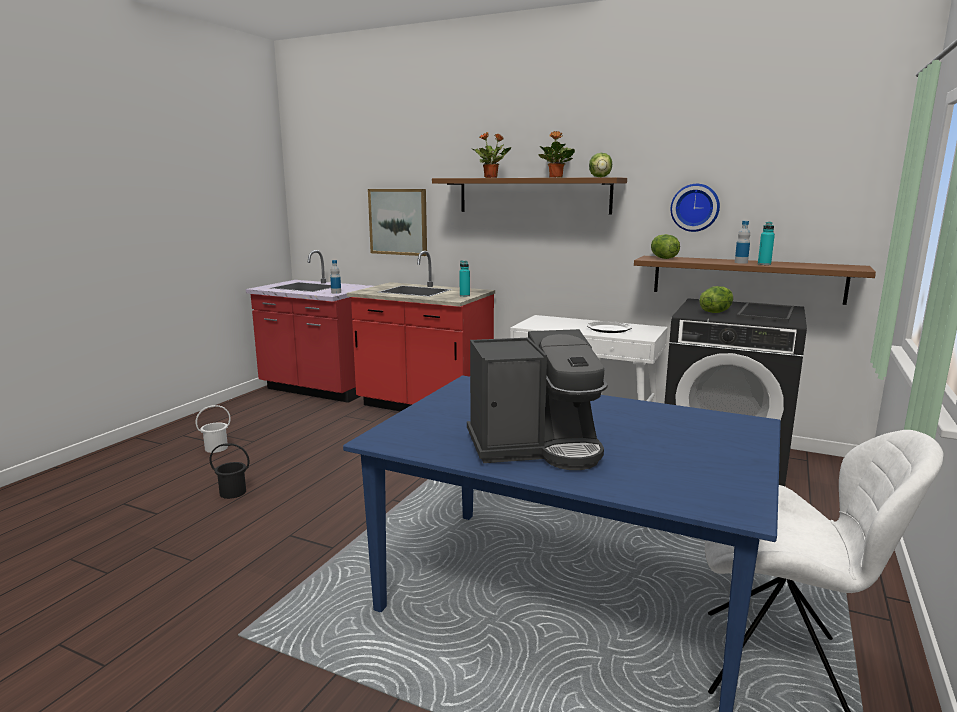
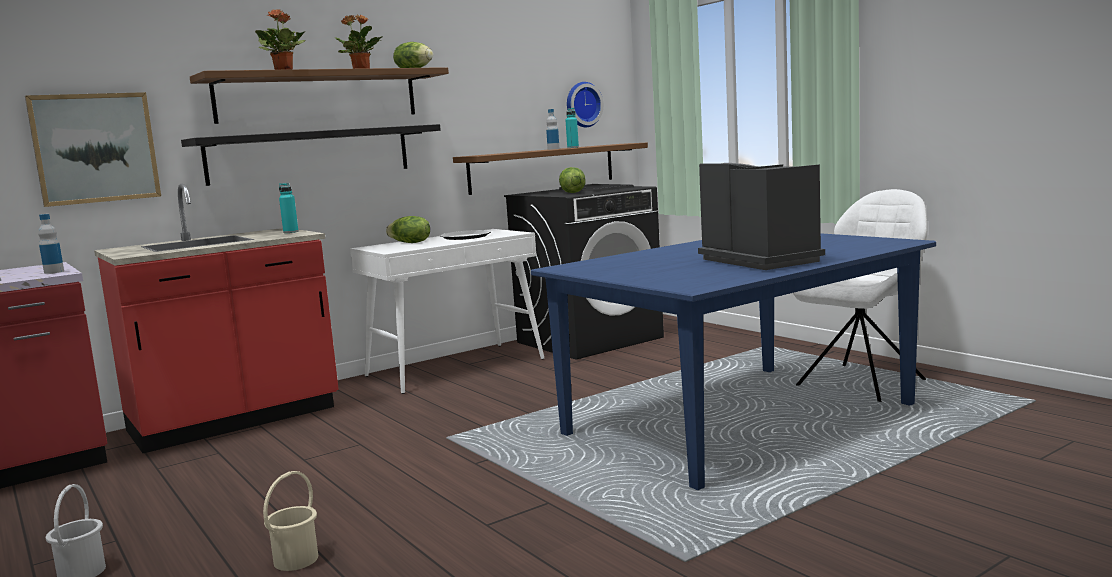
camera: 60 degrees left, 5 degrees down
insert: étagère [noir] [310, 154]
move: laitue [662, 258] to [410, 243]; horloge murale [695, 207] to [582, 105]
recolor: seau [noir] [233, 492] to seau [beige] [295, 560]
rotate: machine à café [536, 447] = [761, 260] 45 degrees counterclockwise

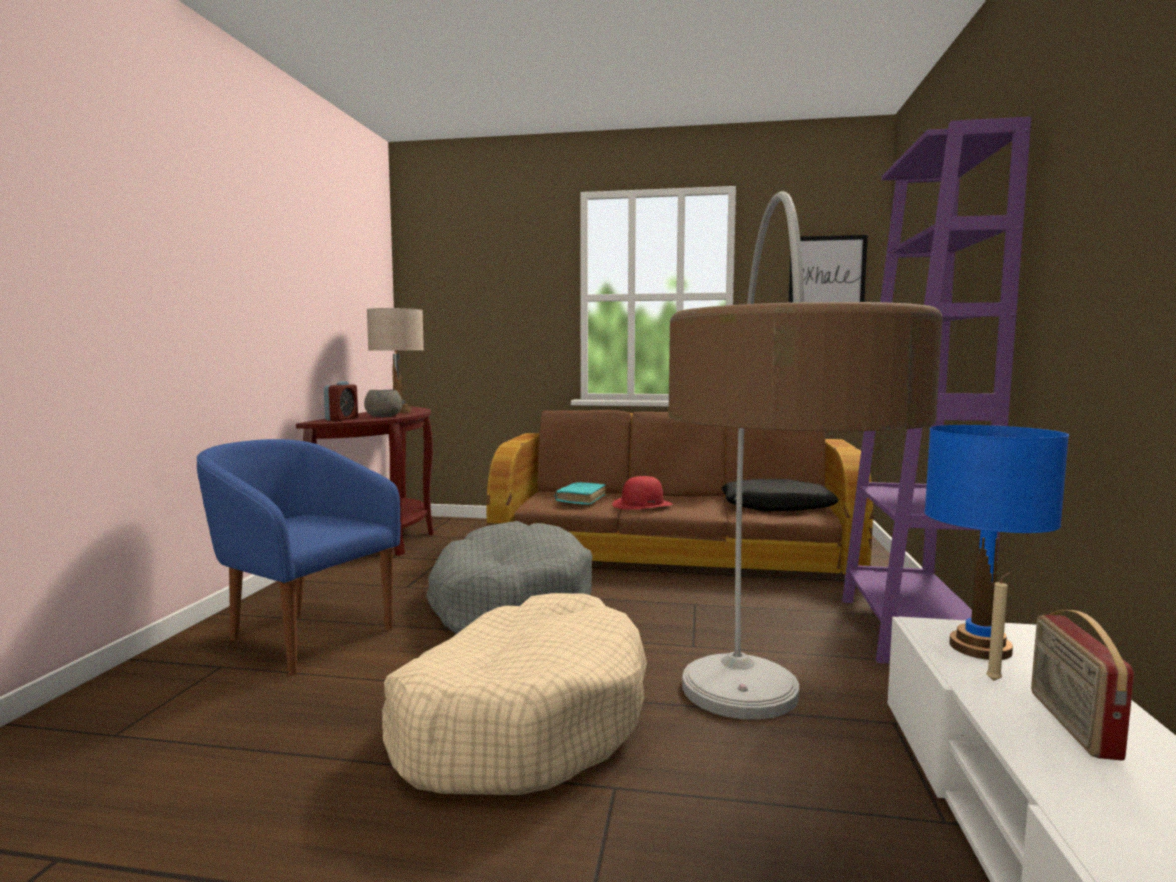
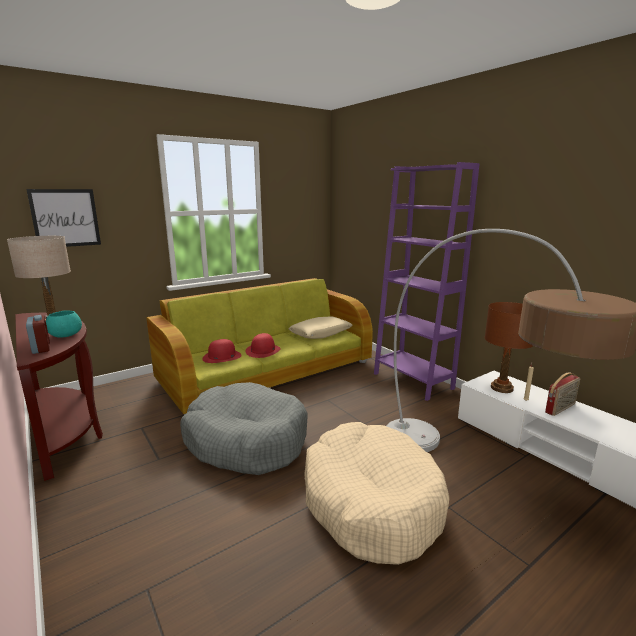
camera: 45 degrees left, 10 degrees up
delete: fauteuil [bleu] [302, 637]
move: tableau [827, 273] to [65, 218]
replace: livre [turquoise] [581, 499] to chapeau [rouge] [222, 357]
recolor: bol [gris] [383, 416] to bol [turquoise] [65, 335]; canapé [marron] [674, 552] to canapé [vert] [268, 371]; coussin [noir] [776, 507] to coussin [beige] [320, 333]; lampe de table [bleu] [980, 648] to lampe de table [marron] [501, 388]
rotate: radio [1071, 724] = [560, 408] 90 degrees counterclockwise

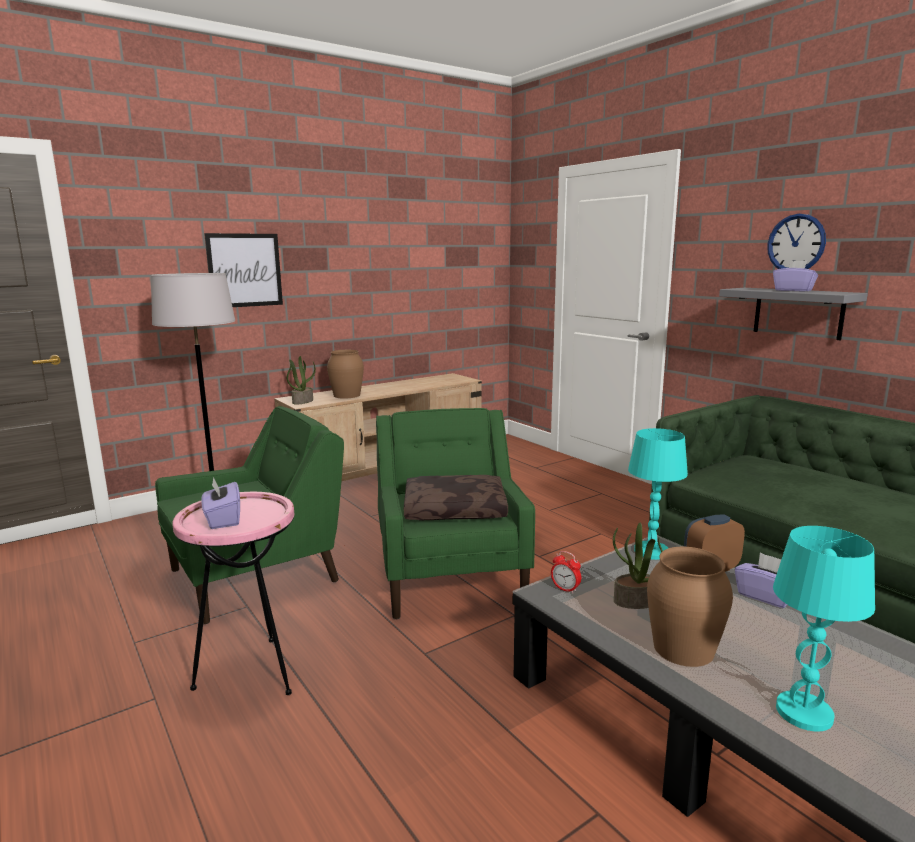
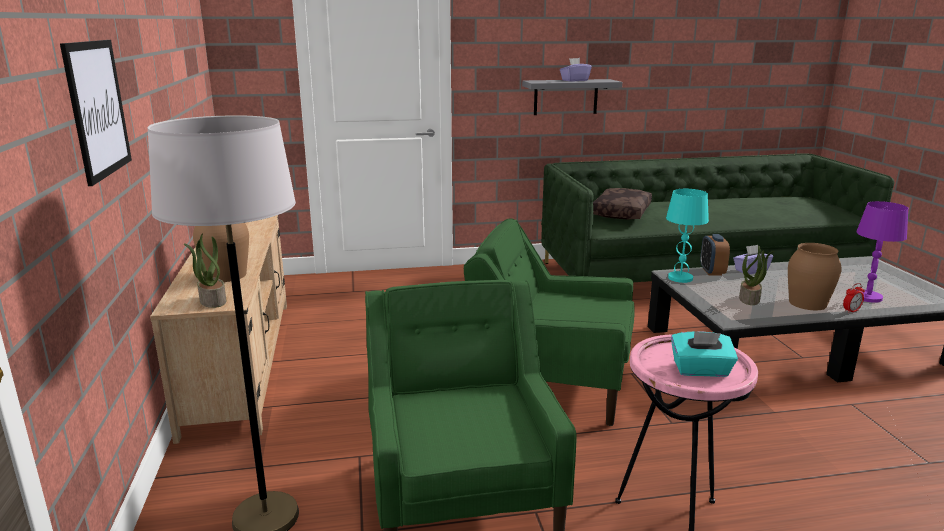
camera: 65 degrees left, 5 degrees up
delete: horloge murale [796, 243]
move: coussin [marron] [455, 509] to [620, 212]; réveil [565, 589] to [851, 311]
recolor: boîte à mouchoirs [violet] [223, 519] to boîte à mouchoirs [turquoise] [701, 370]; lampe de table [turquoise] [804, 713] to lampe de table [violet] [867, 297]

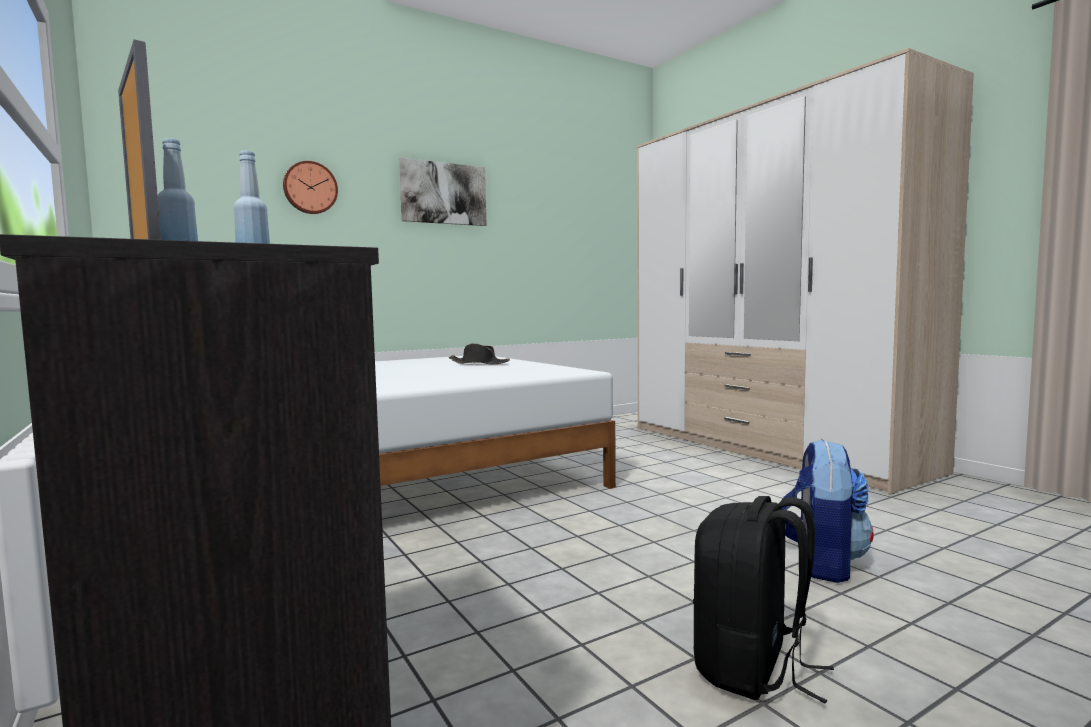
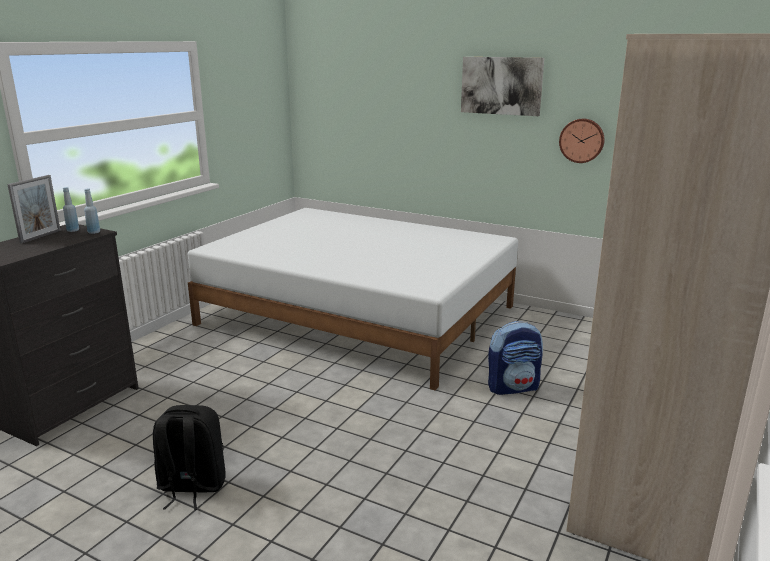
camera: 60 degrees right, 15 degrees up
delete: chapeau [noir] [479, 363]
move: sac à dos [821, 563] to [513, 387]; horloge murale [310, 188] to [582, 140]

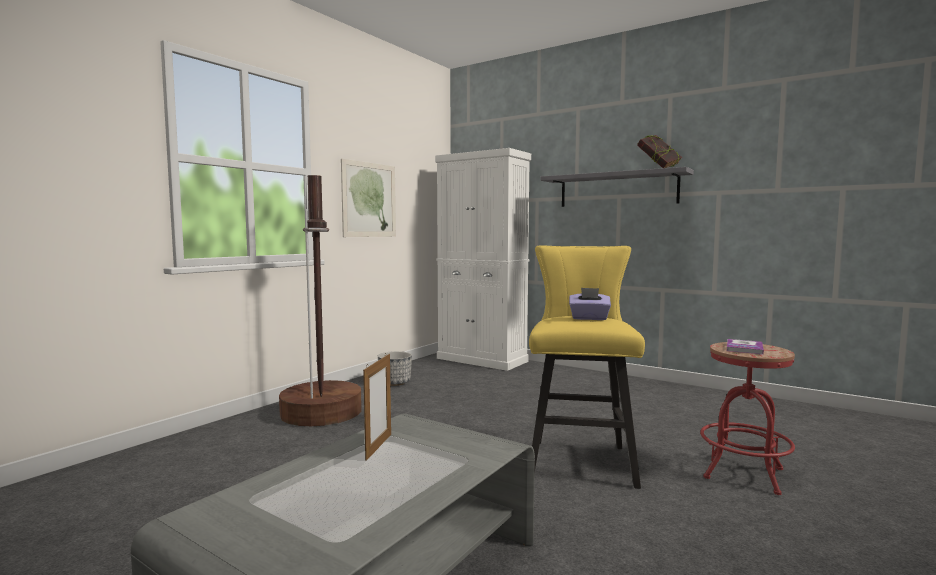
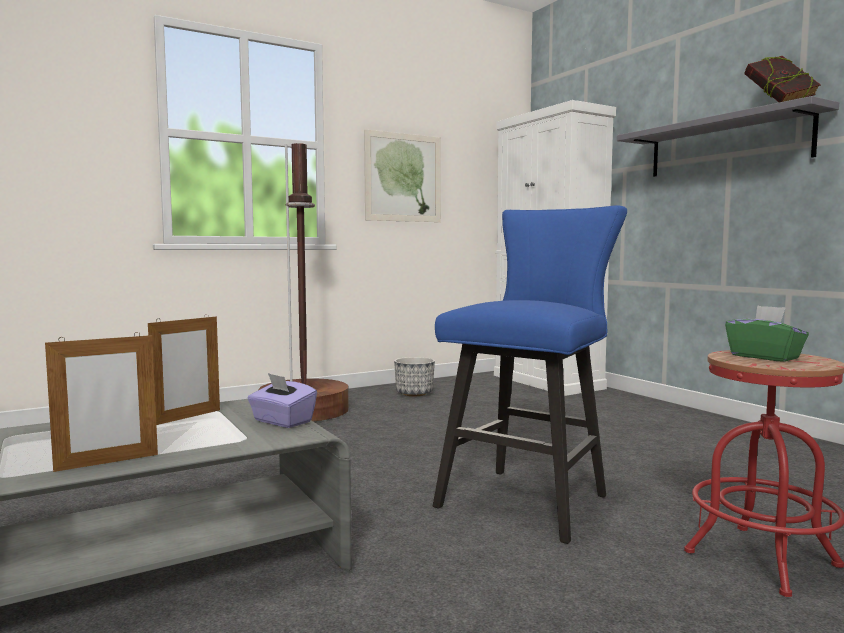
camera: 25 degrees right, 0 degrees up
insert: cadre photo [107, 462]
move: boîte à mouchoirs [violet] [589, 318] to [282, 421]
replace: livre [744, 348] to boîte à mouchoirs [vert] [764, 357]
recolor: tabouret [jaune] [580, 459] to tabouret [bleu] [530, 498]

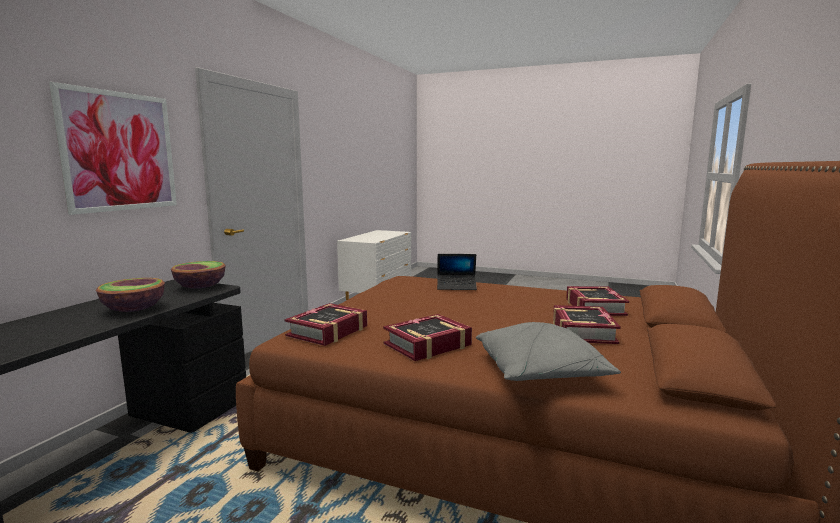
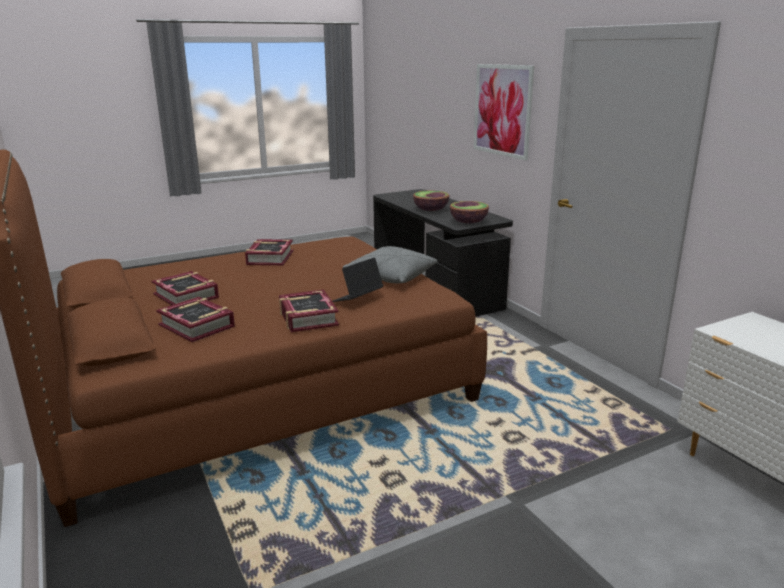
camera: 130 degrees right, 10 degrees up
move: livre [328, 331] to [307, 317]; coussin [gris] [541, 373] to [390, 277]

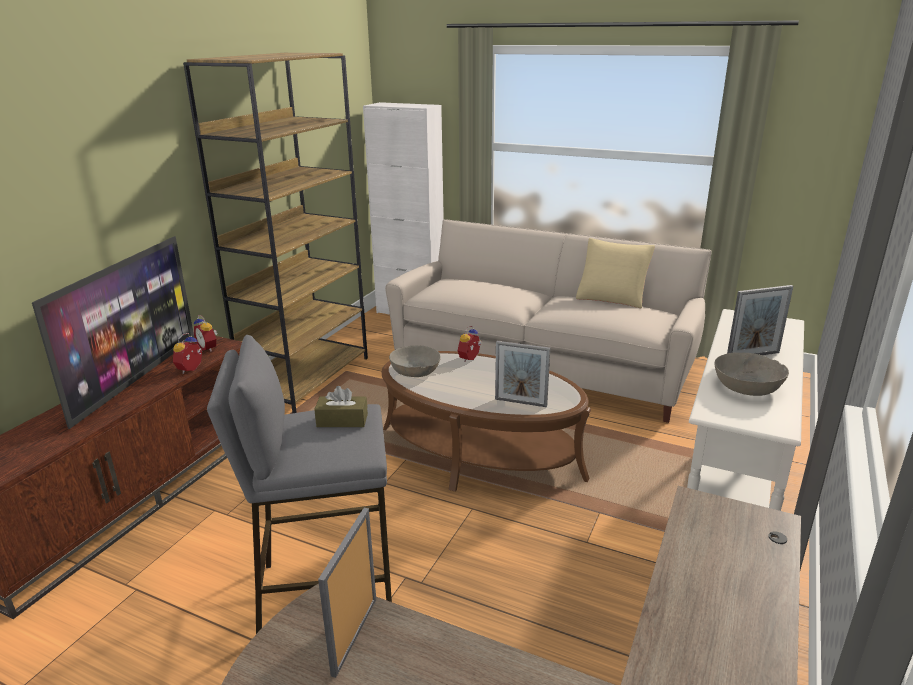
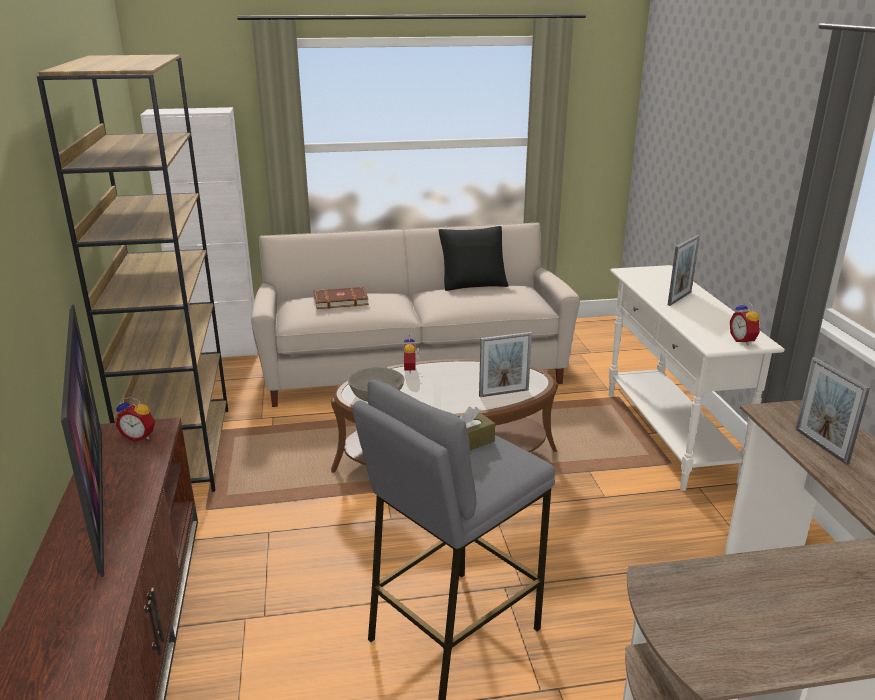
camera: 35 degrees left, 0 degrees up
delete: bol [gris] [746, 386]
insert: livre [marron] [340, 300]
move: réveil [192, 369] to [743, 341]; cadre photo [354, 635] to [821, 446]
recolor: coussin [beige] [612, 297] to coussin [noir] [473, 282]

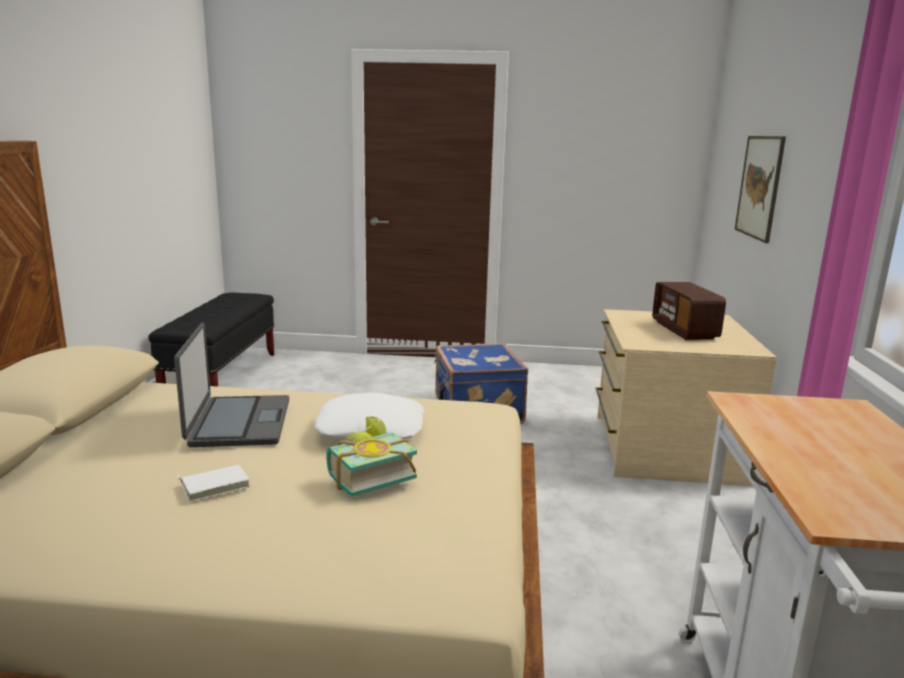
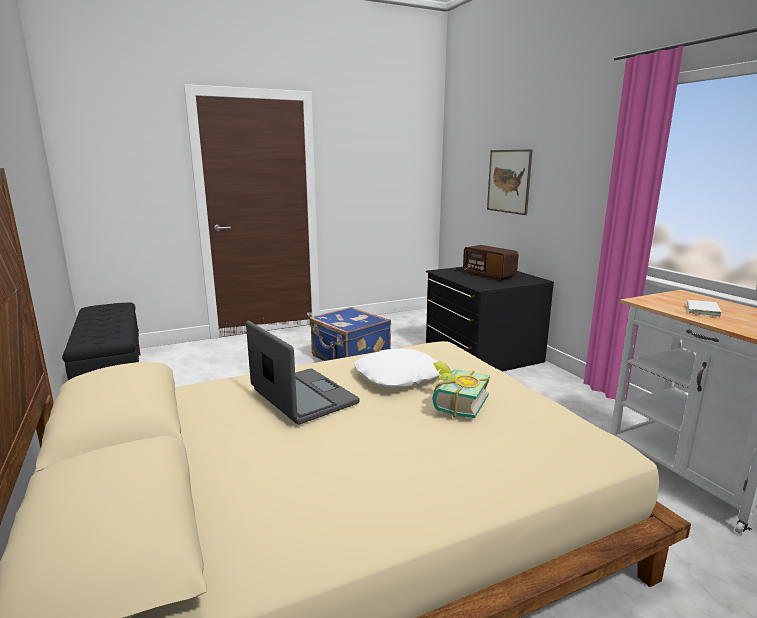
camera: 30 degrees left, 0 degrees up
move: livre [blanc] [215, 484] to [700, 310]
recolor: commode [beige] [664, 448] to commode [noir] [481, 353]

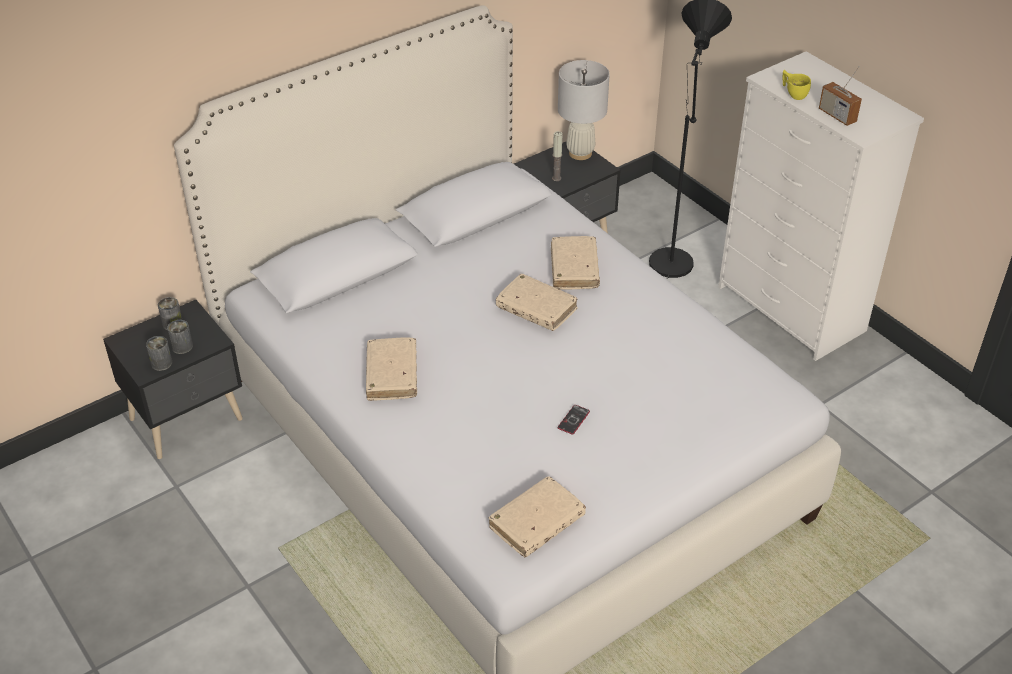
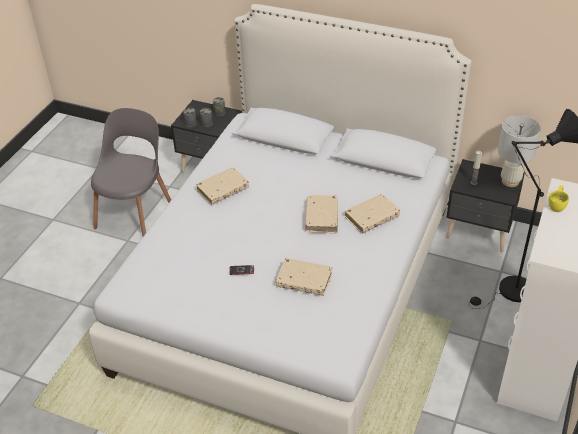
camera: 60 degrees right, 0 degrees up
delete: radio [837, 116]
insert: chaise [gris] [135, 212]
move: livre [beige] [537, 523] to [304, 281]

